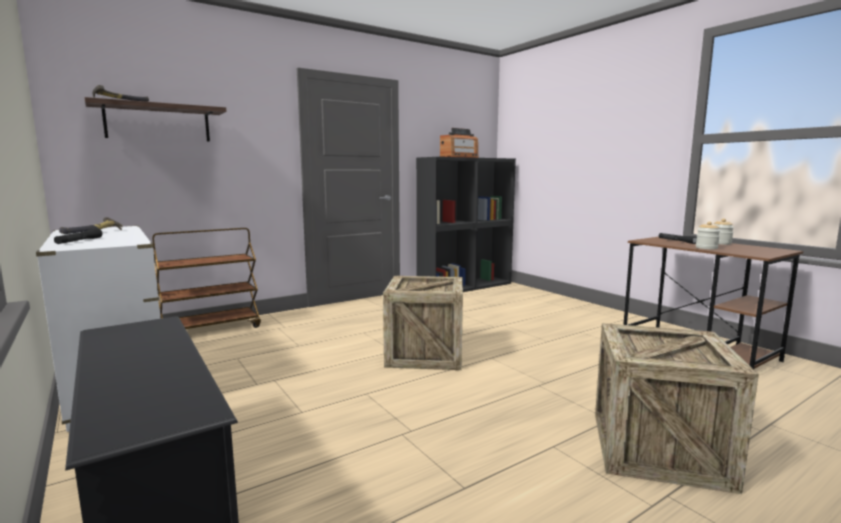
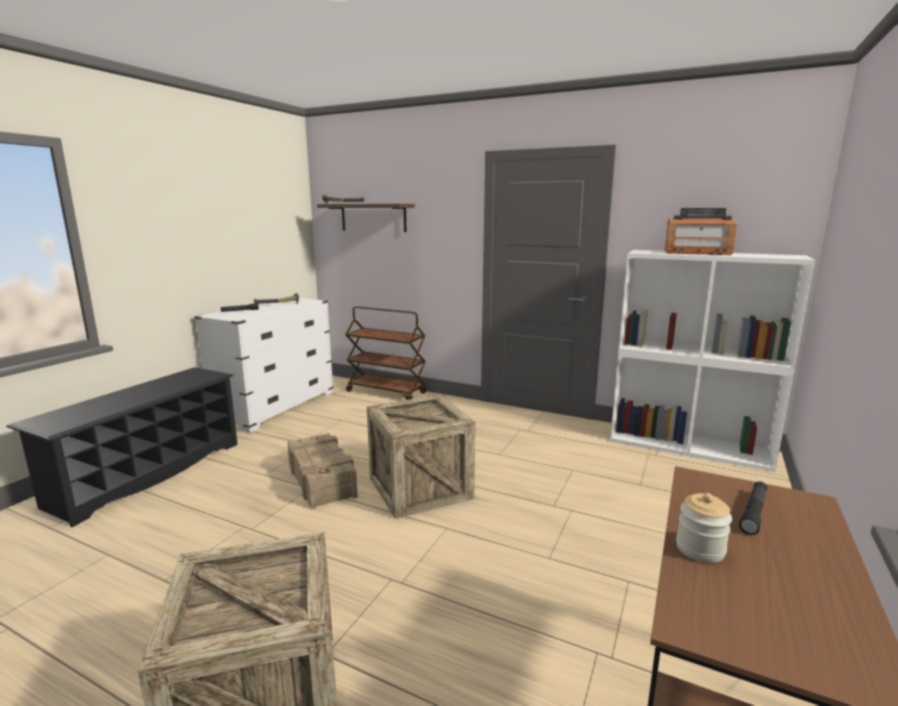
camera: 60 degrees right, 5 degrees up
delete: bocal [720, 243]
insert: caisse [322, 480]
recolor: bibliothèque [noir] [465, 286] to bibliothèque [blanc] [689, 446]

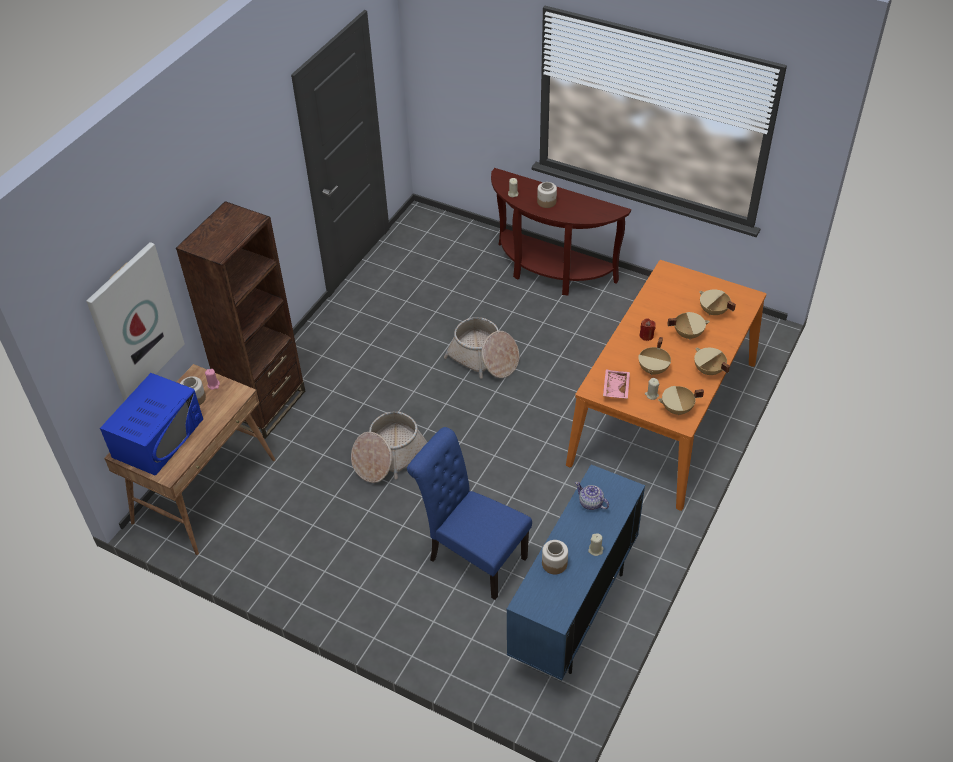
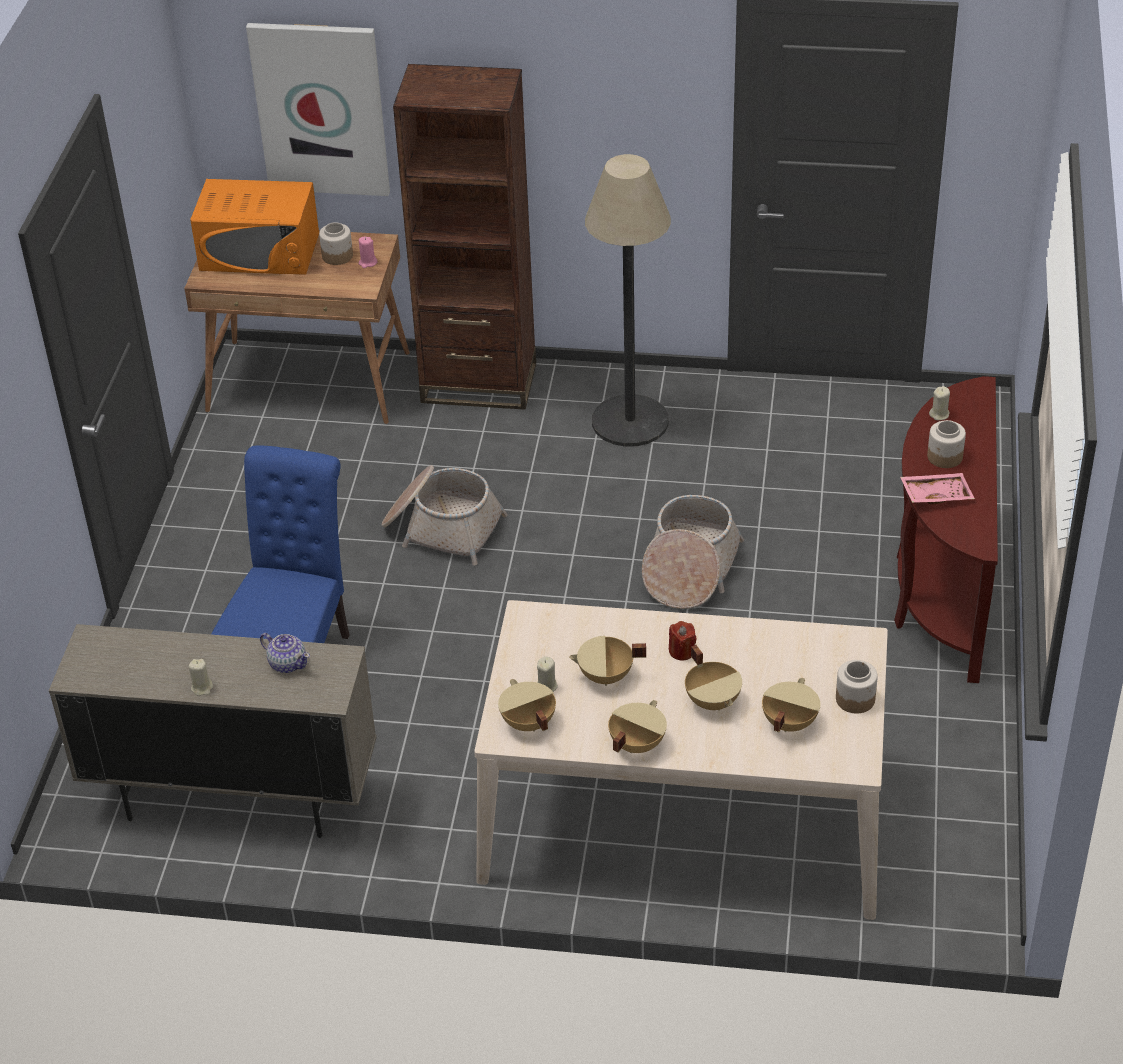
camera: 70 degrees right, 5 degrees down
insert: lampadaire [630, 421]
move: bocal [554, 563] to [855, 699]; plateau [rose] [615, 388] to [936, 494]
recolor: meuble de rangement [bleu] [573, 613] to meuble de rangement [beige] [233, 798]; micro-ondes [bleu] [158, 437] to micro-ondes [orange] [260, 251]; table à manger [orange] [664, 412] to table à manger [beige] [684, 815]
rotate: théière [591, 503] = [287, 663] 105 degrees clockwise

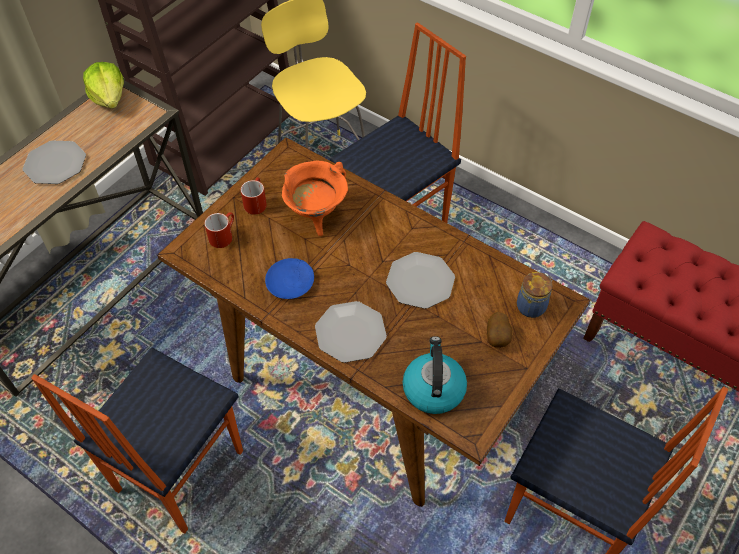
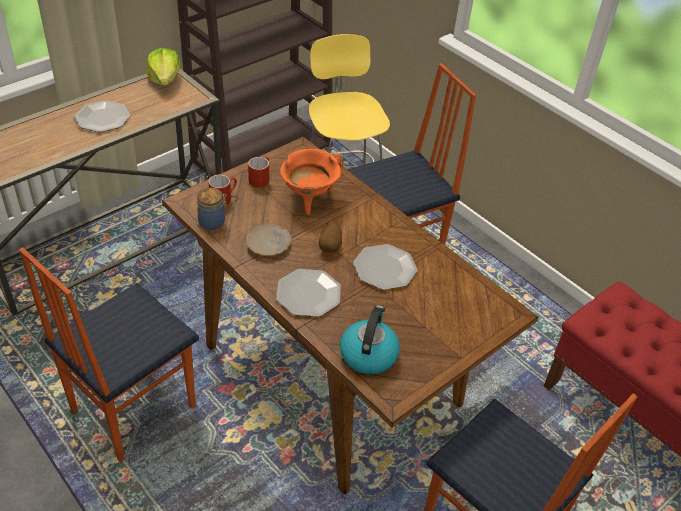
camera: 10 degrees right, 10 degrees down
move: bocal [532, 306] to [213, 222]; pomme de terre [498, 338] to [330, 247]
recolor: assiette [bleu] [291, 282] to assiette [beige] [269, 244]

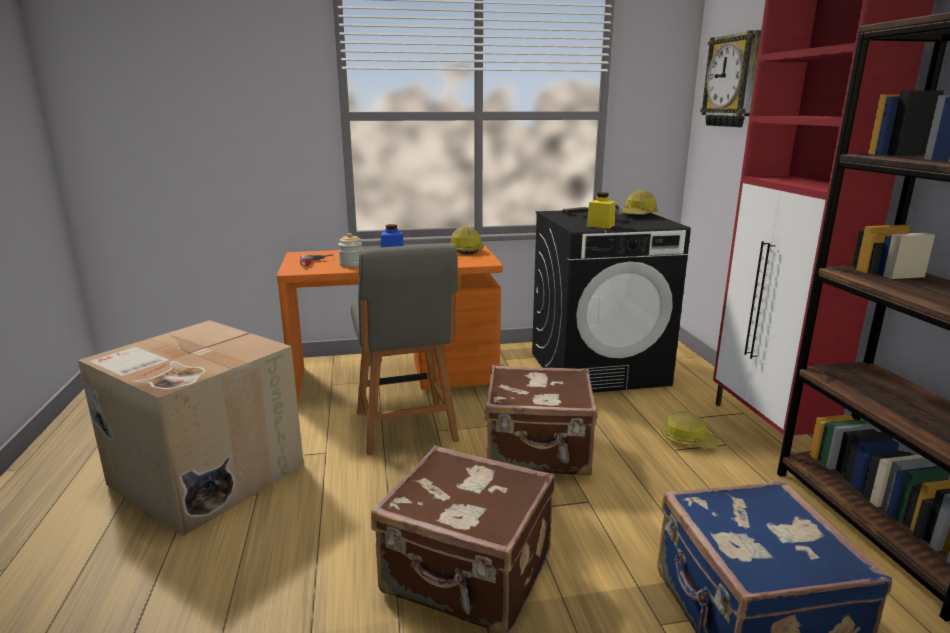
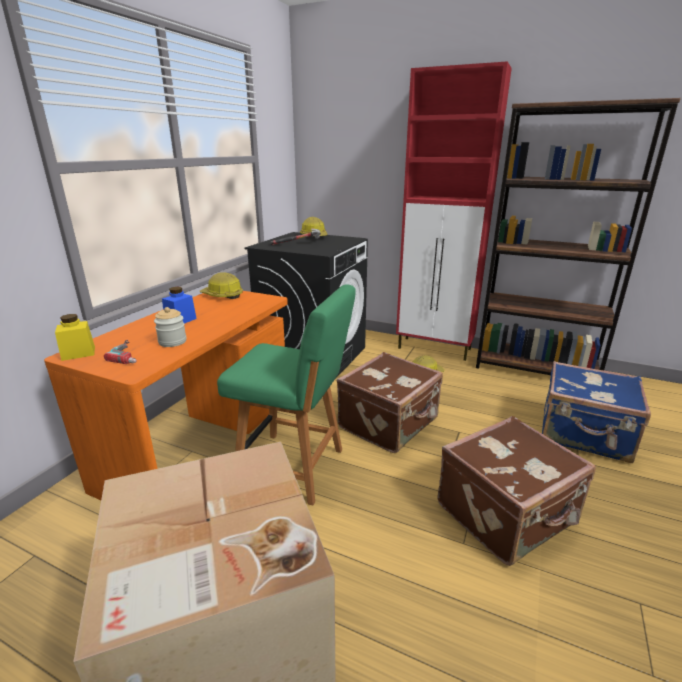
camera: 55 degrees left, 5 degrees up
delete: horloge murale [732, 81]
move: bocal [jaune] [600, 226] to [78, 353]
recolor: chaise [gris] [406, 428] to chaise [vert] [294, 467]

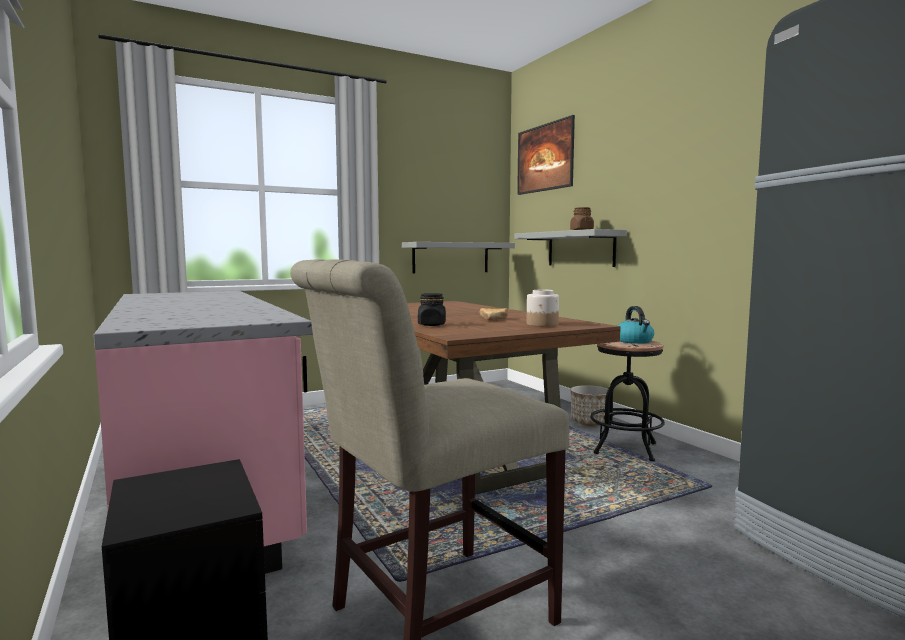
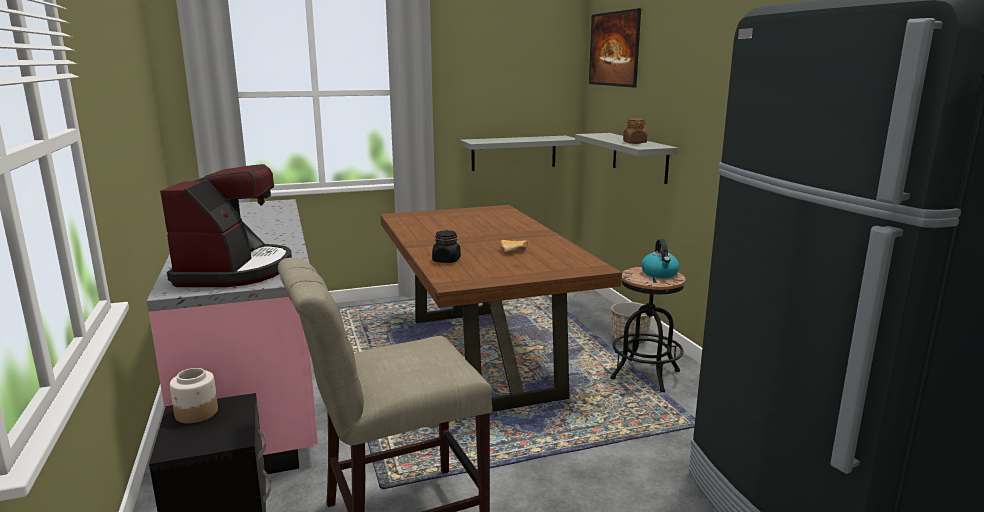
camera: 10 degrees right, 10 degrees up
insert: machine à café [235, 271]
move: bocal [542, 324] to [196, 413]

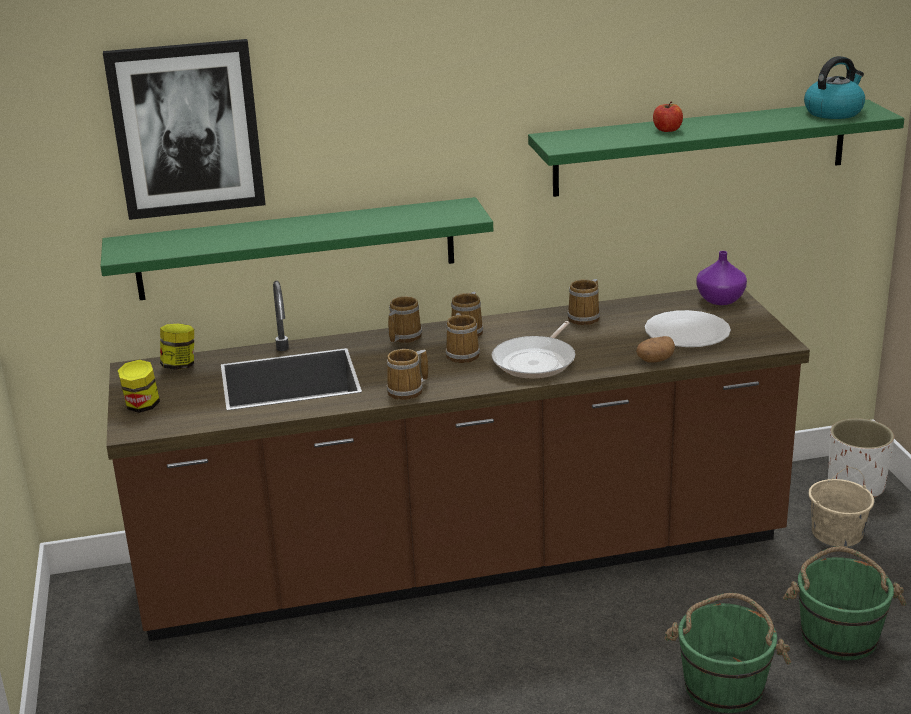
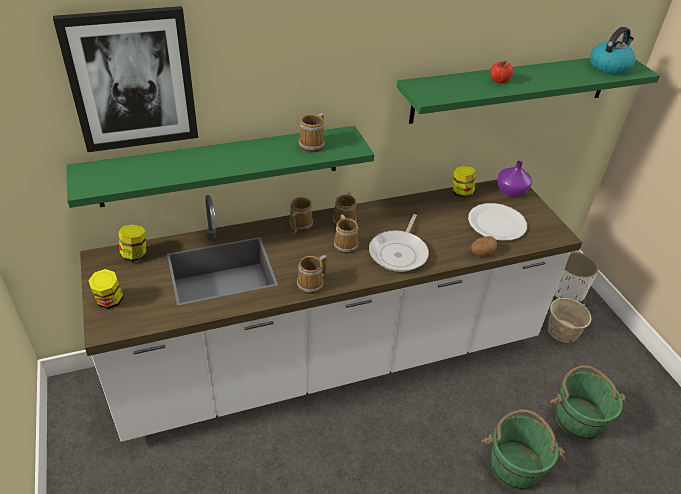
camera: 10 degrees left, 15 degrees up
insert: bocal [461, 193]
move: mug [586, 317] to [313, 145]
recolor: comptoir de cuisine [marron] [464, 561] to comptoir de cuisine [blanc] [333, 359]

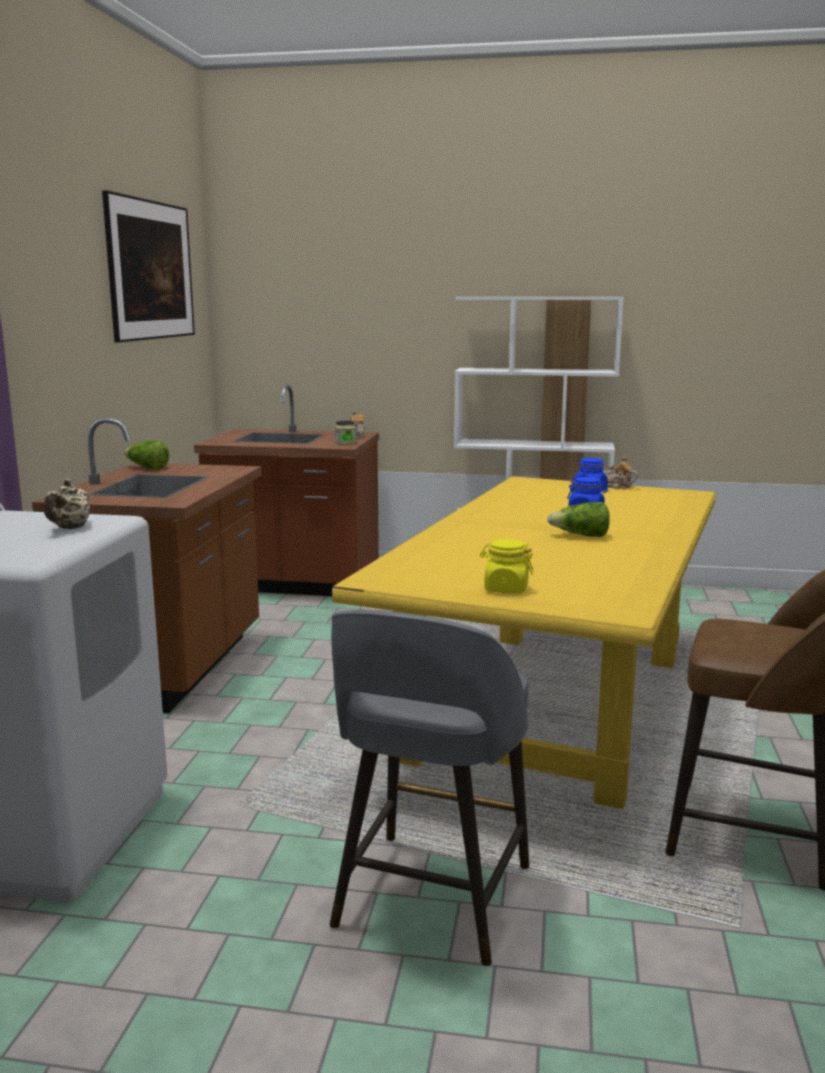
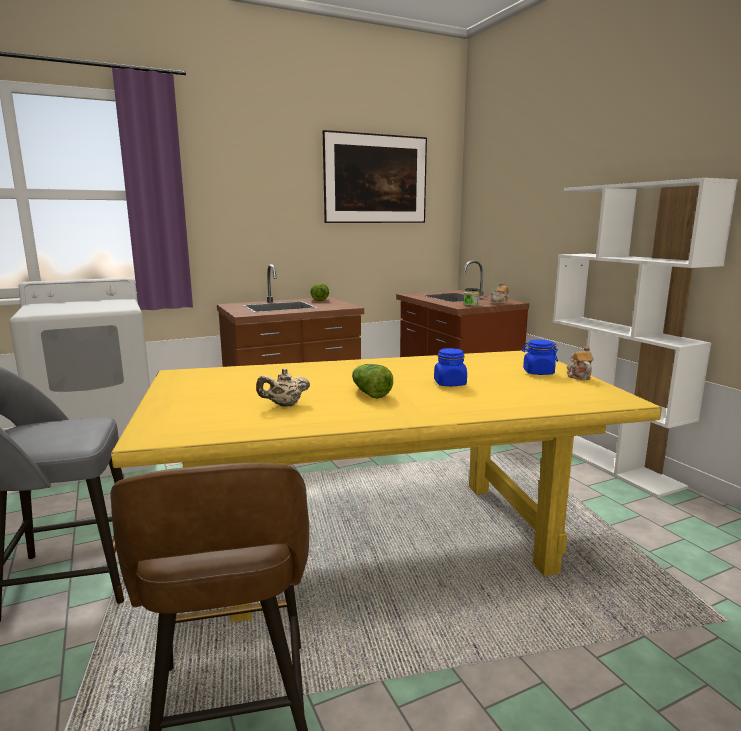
camera: 55 degrees right, 0 degrees up
delete: bocal [jaune] [506, 589]
move: théière [beige] [70, 528] to [284, 405]

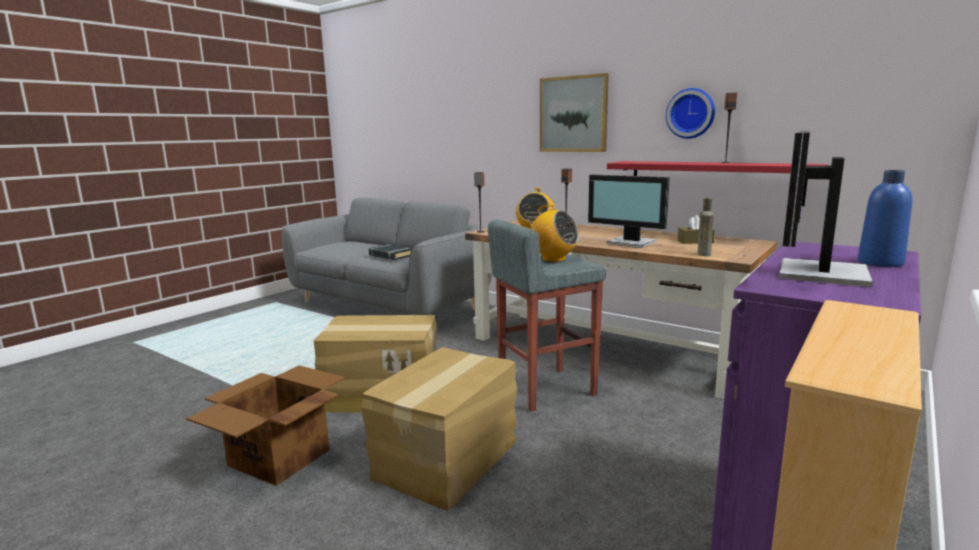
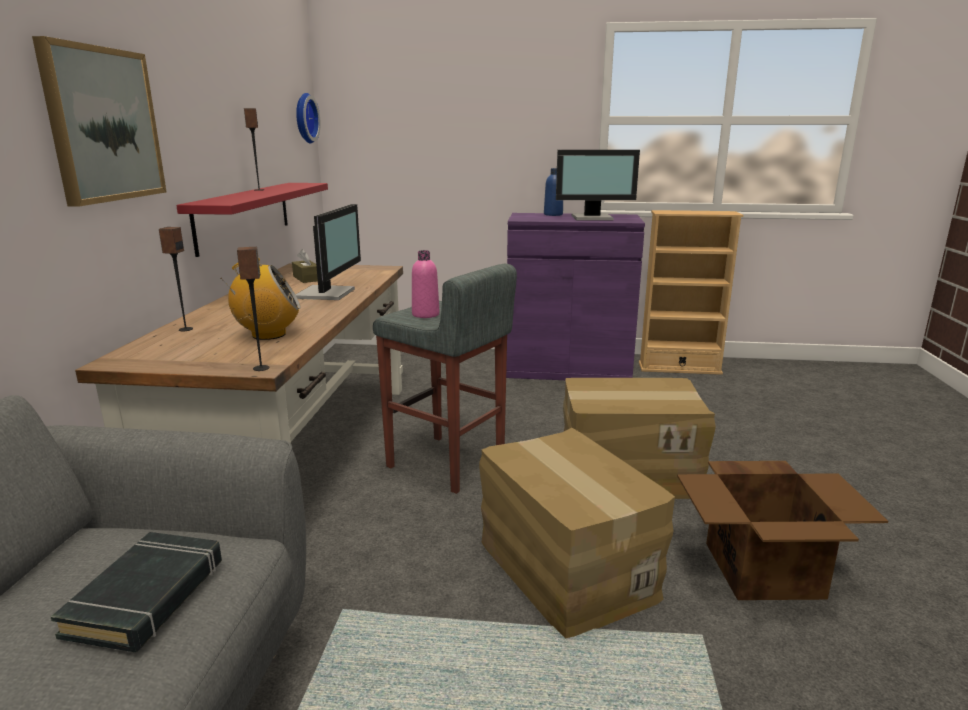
camera: 120 degrees left, 5 degrees up
delete: bouteille [marron] [703, 253]
move: horloge murale [691, 113] to [304, 118]
replace: radio [553, 259] to bouteille [rose] [425, 314]

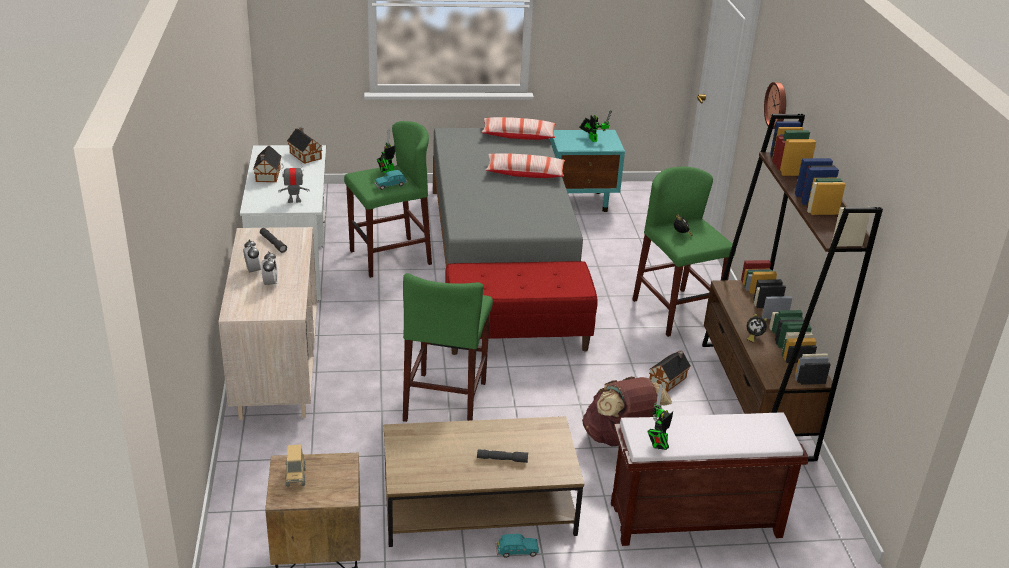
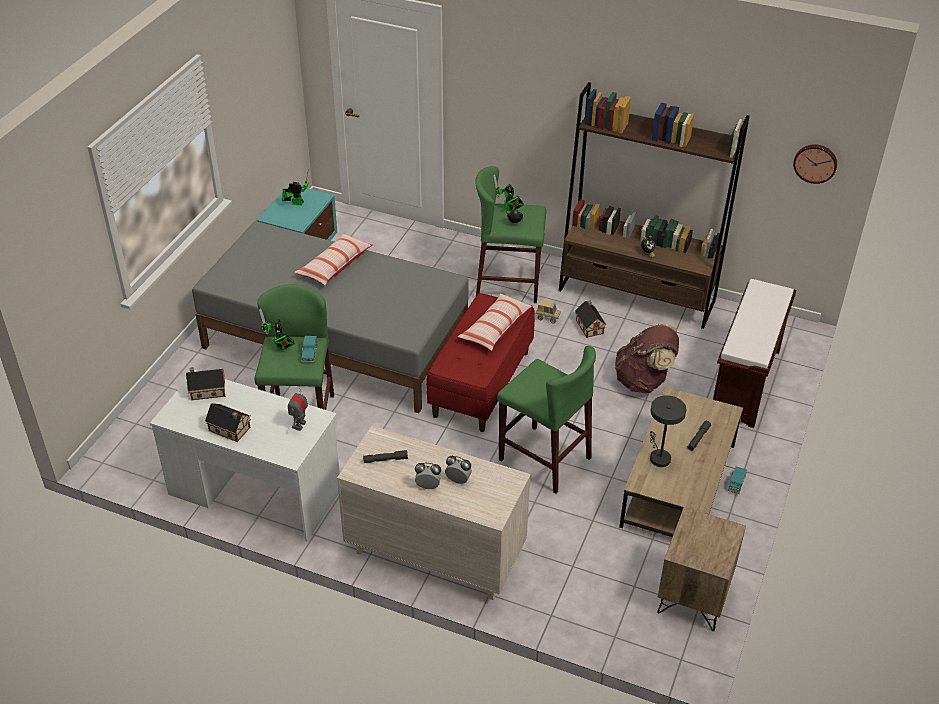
camera: 60 degrees left, 10 degrees up
insert: lampe de table [gris] [658, 456]
move: coussin [518, 136] to [495, 328]; robot jouet [658, 445] to [508, 209]; camion jouet [295, 477] to [547, 318]; horloge murale [777, 105] to [815, 162]

